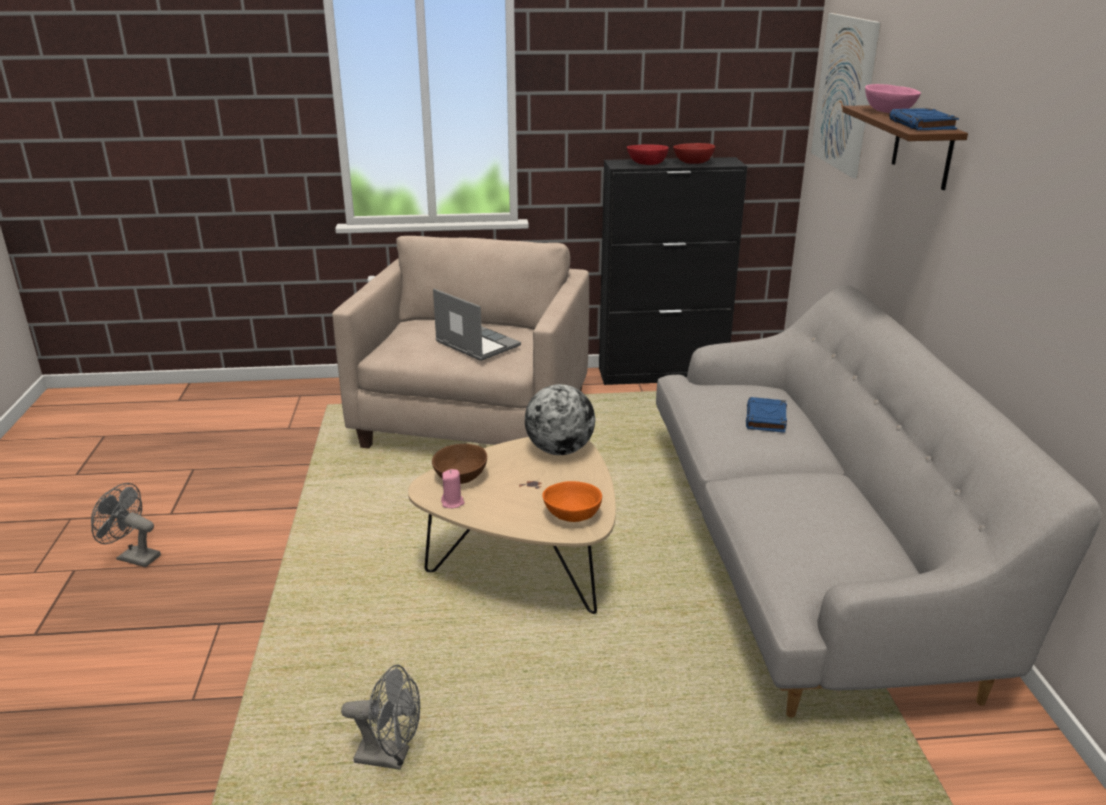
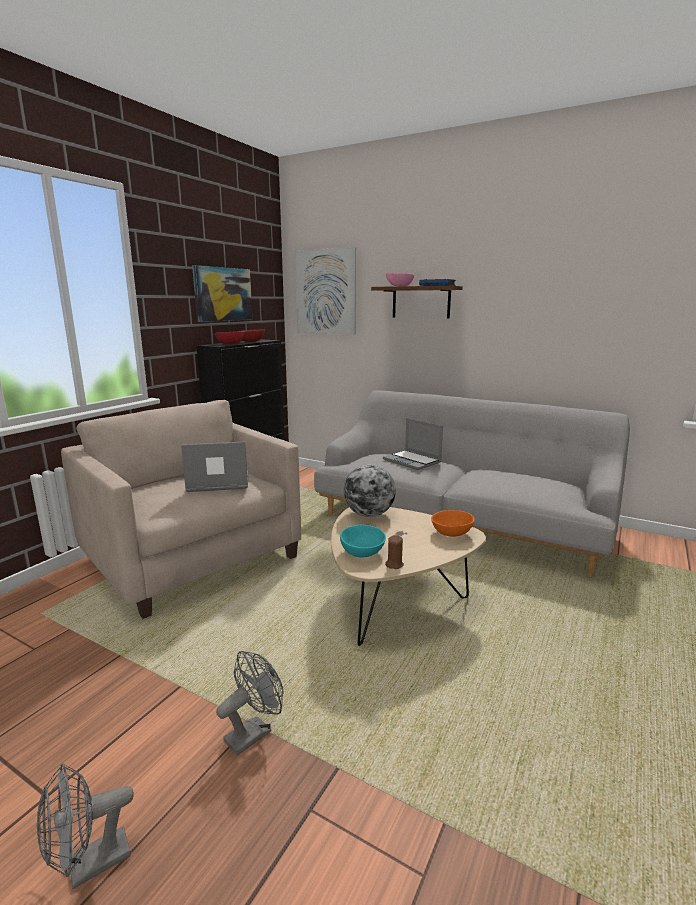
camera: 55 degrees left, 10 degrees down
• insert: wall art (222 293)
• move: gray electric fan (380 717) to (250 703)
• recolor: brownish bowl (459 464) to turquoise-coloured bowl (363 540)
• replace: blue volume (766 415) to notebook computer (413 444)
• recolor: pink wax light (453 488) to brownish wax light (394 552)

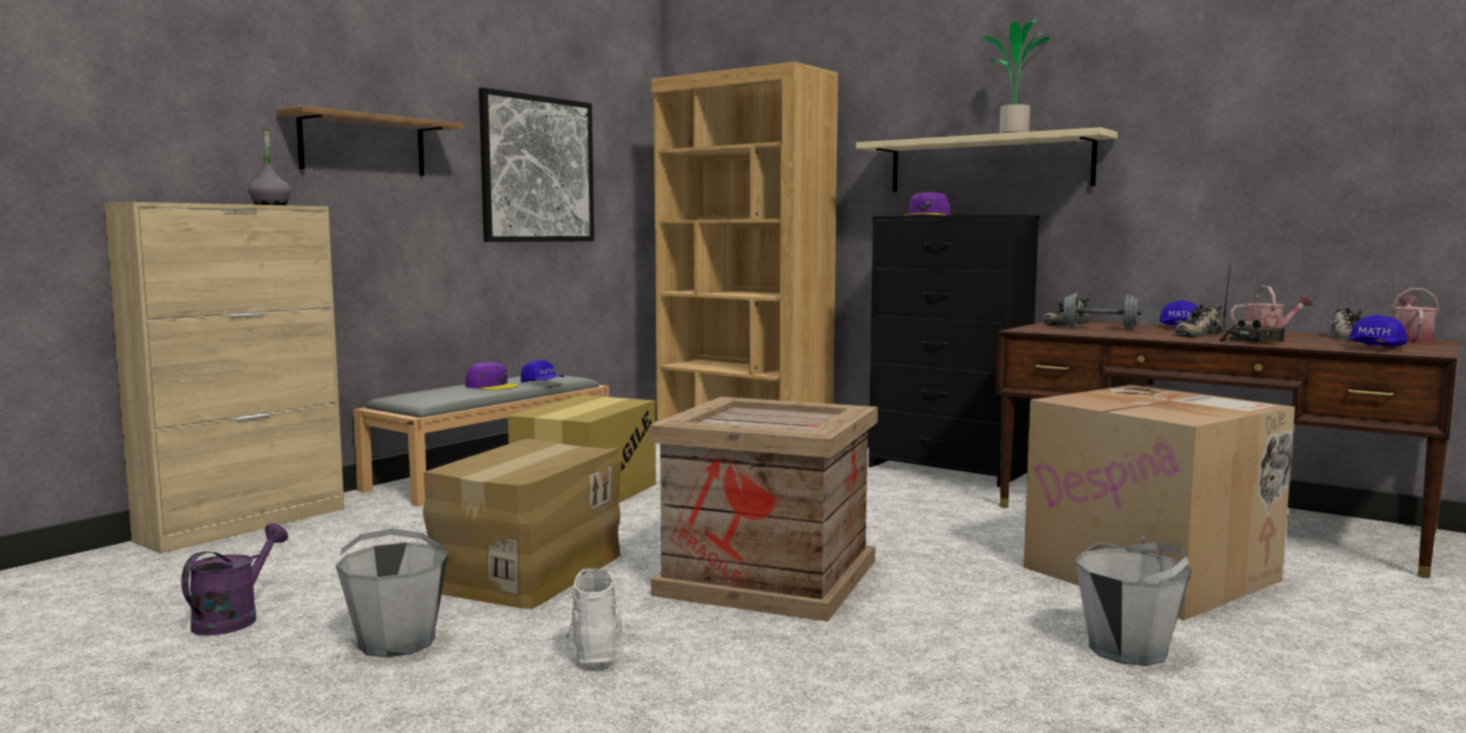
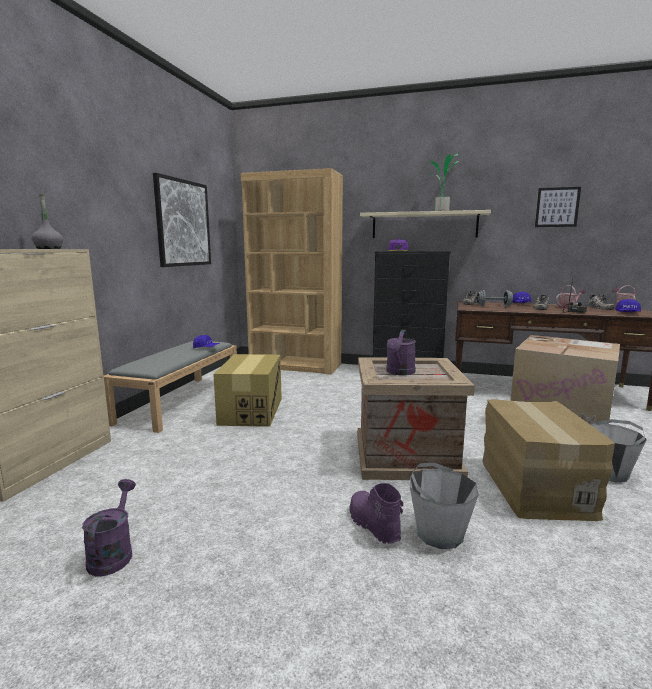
camera: 20 degrees left, 5 degrees up
• recolor: white-coloured high-top boot (594 616) to purple-coloured high-top boot (376 513)
• insert: purple-coloured sprinkling can (401 352)
• move: gray pail (392 593) to (444 506)
• move: packing box (522 524) to (548 460)
• insert: wall art (558 207)
• delete: wall shelf (370 141)
• delete: purple-coloured baseball cap (492 376)

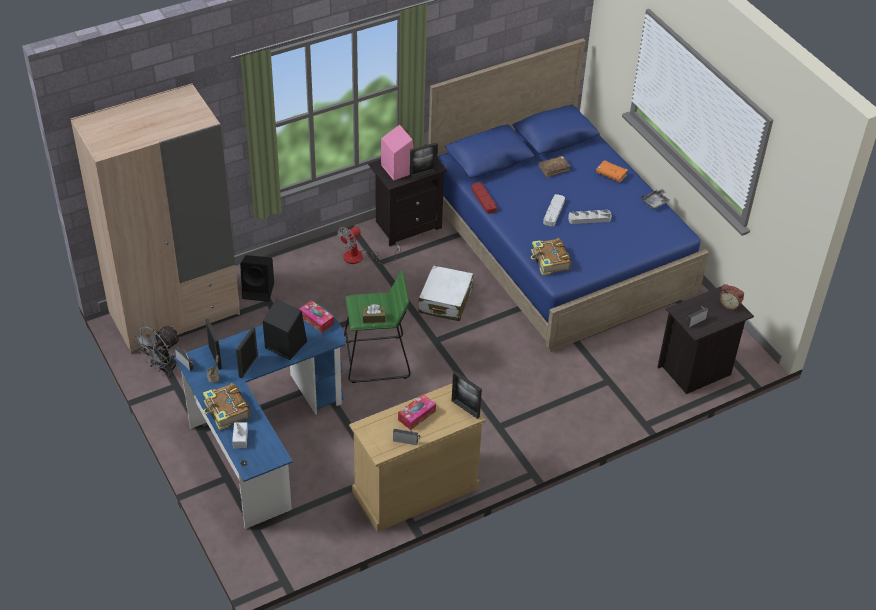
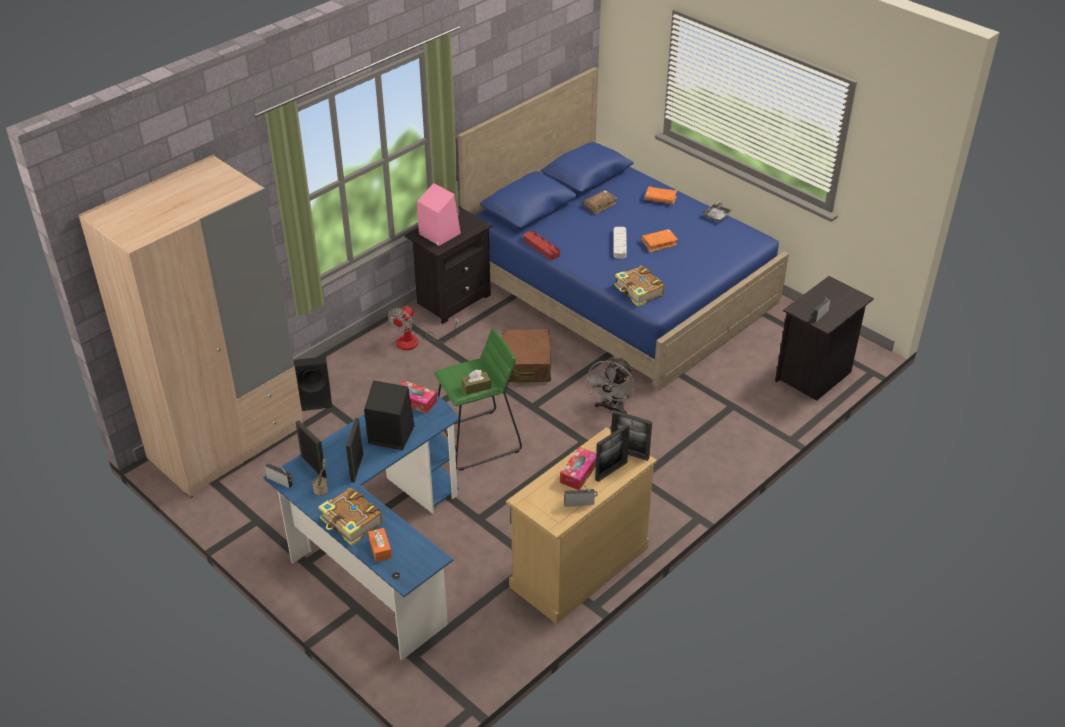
camera: 15 degrees left, 5 degrees down
• recolor: white-coloured box of tissues (240 435) to orangey box of tissues (380 545)
• recolor: white-coloured travel case (445 293) to brownish travel case (526 355)
• move: gray electric fan (156 352) to (610 385)
• move: photo frame (424 160) to (612 453)
• replace: gray carrying tray (590 217) to orangey volume (660 240)
• delete: bedside clock (731 297)

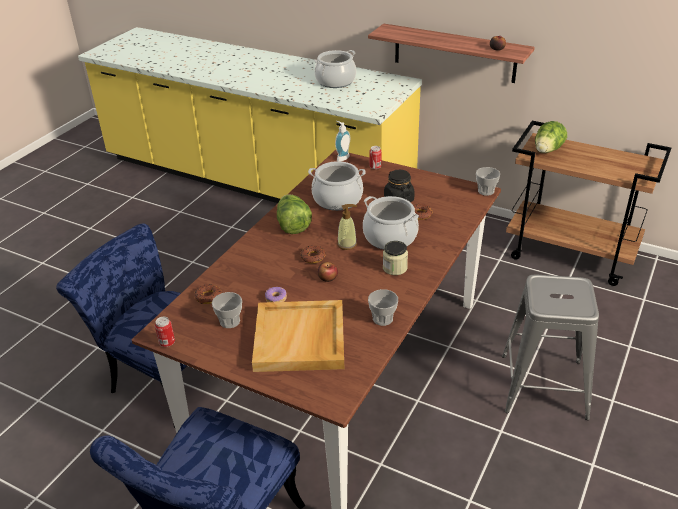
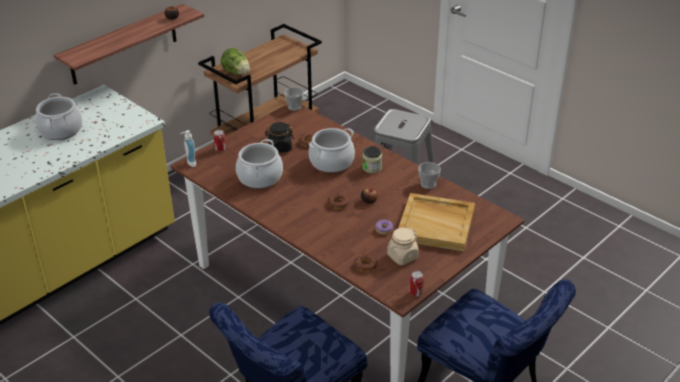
camera: 75 degrees left, 0 degrees up
• replace: small cup (227 310) to beige-coloured jar (403 246)
• delete: lettuce head (294 214)
• delete: soap dispenser (347 227)

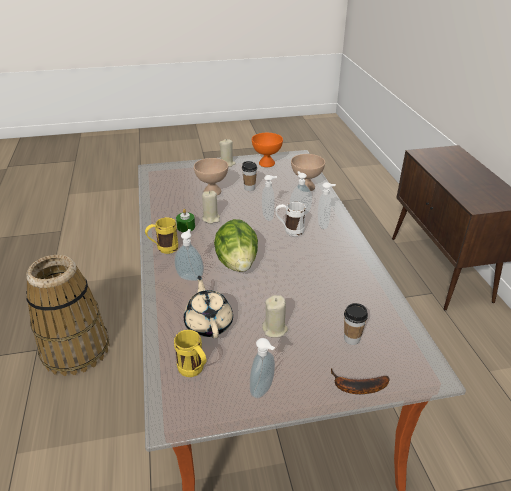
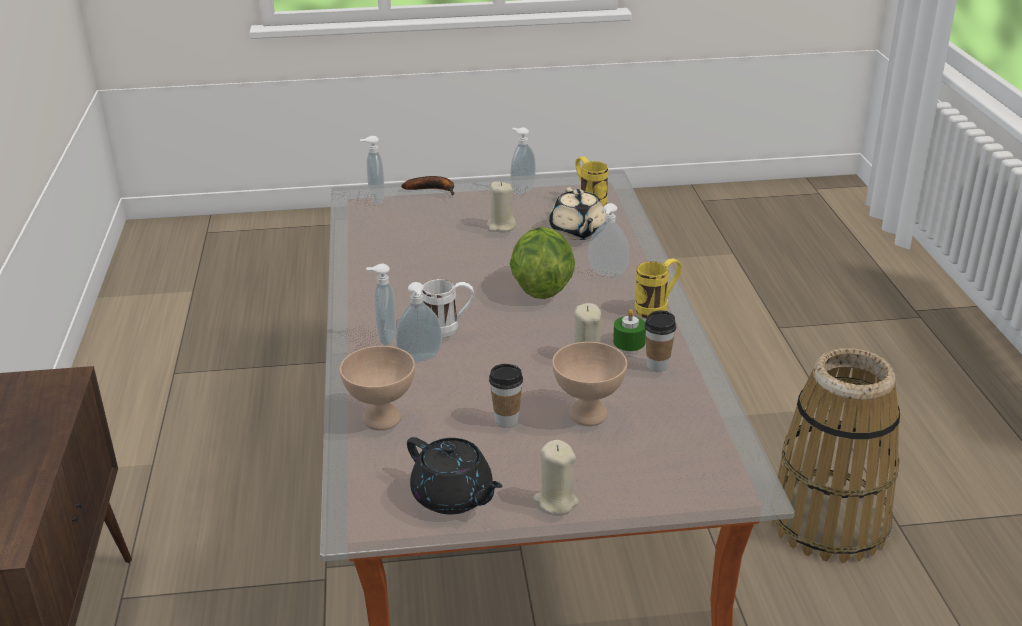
camera: 175 degrees left, 5 degrees down
• move: soap dispenser (269 198) to (372 170)
• replace: orangey bowl (267 150) to black teapot (455 475)
• move: small cup (356 324) to (660 341)

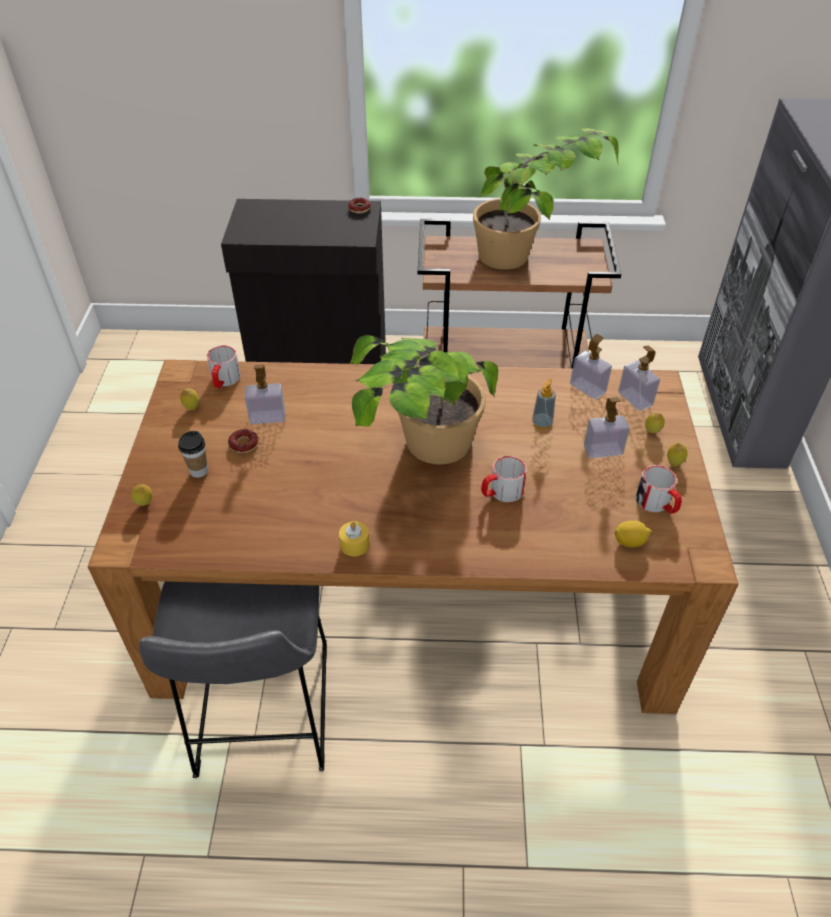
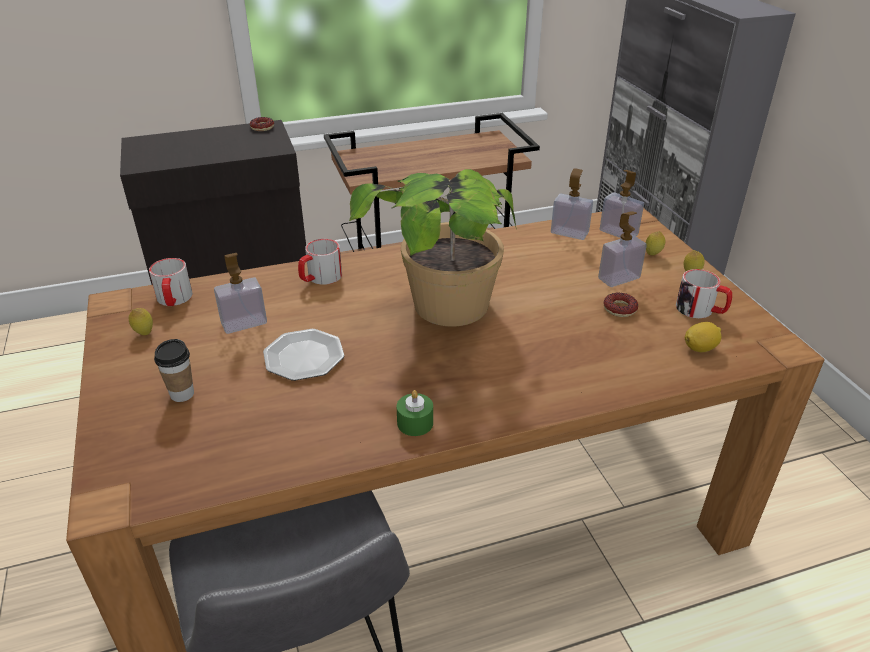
camera: 20 degrees left, 10 degrees down
• insert: plate (303 355)
• move: mug (504 479) to (320 262)
• recolor: yellow-coloured wax light (354 538) to green-coloured wax light (414 413)
• move: ring doughnut (243 441) to (620 305)
• delete: citrus fruit (141 495)
• delete: houseplant (546 199)
• delete: soap dispenser (544 404)

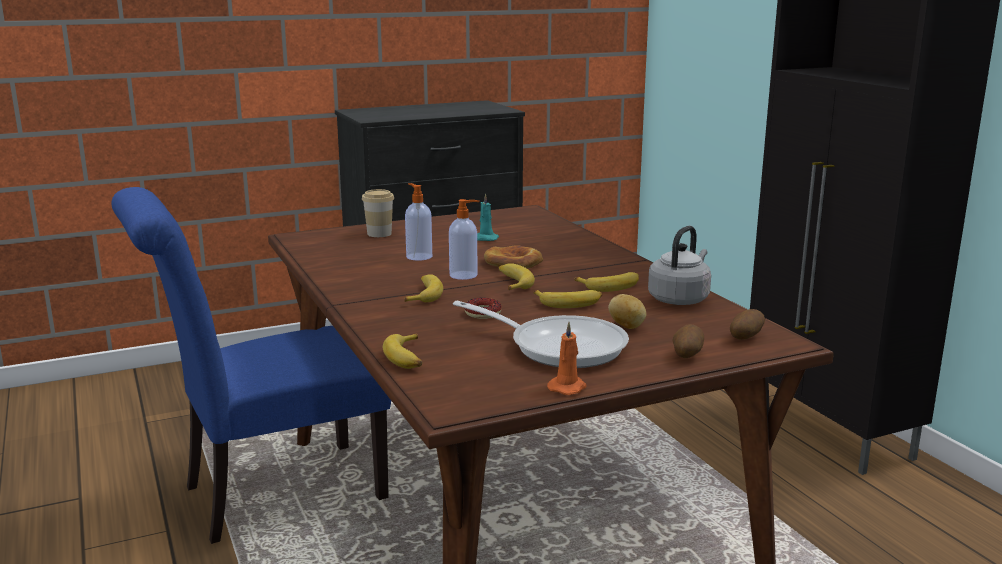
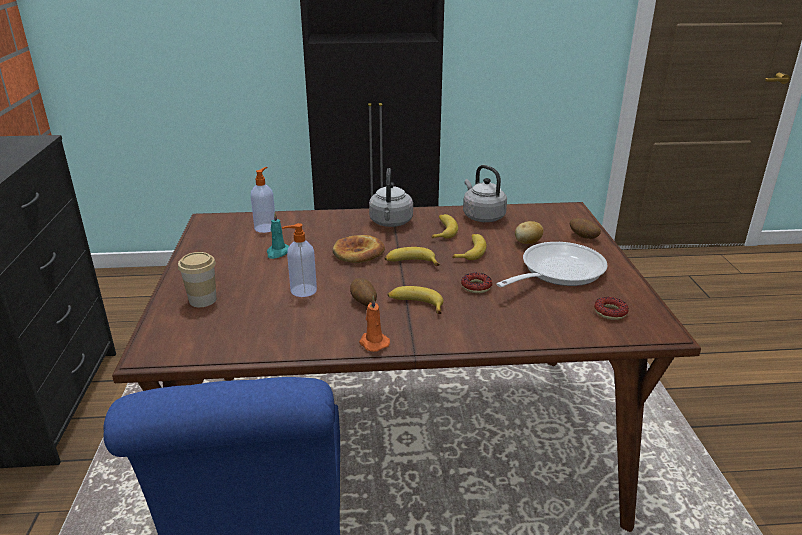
camera: 70 degrees left, 10 degrees up
• move: soap dispenser (464 239) to (263 200)
• move: whole potato (747 324) to (363 292)
• move: orangey wax light (567 358) to (374 324)
• insert: gray kettle (391 197)
• insert: ring doughnut (611 308)
• delete: whole banana (402 351)

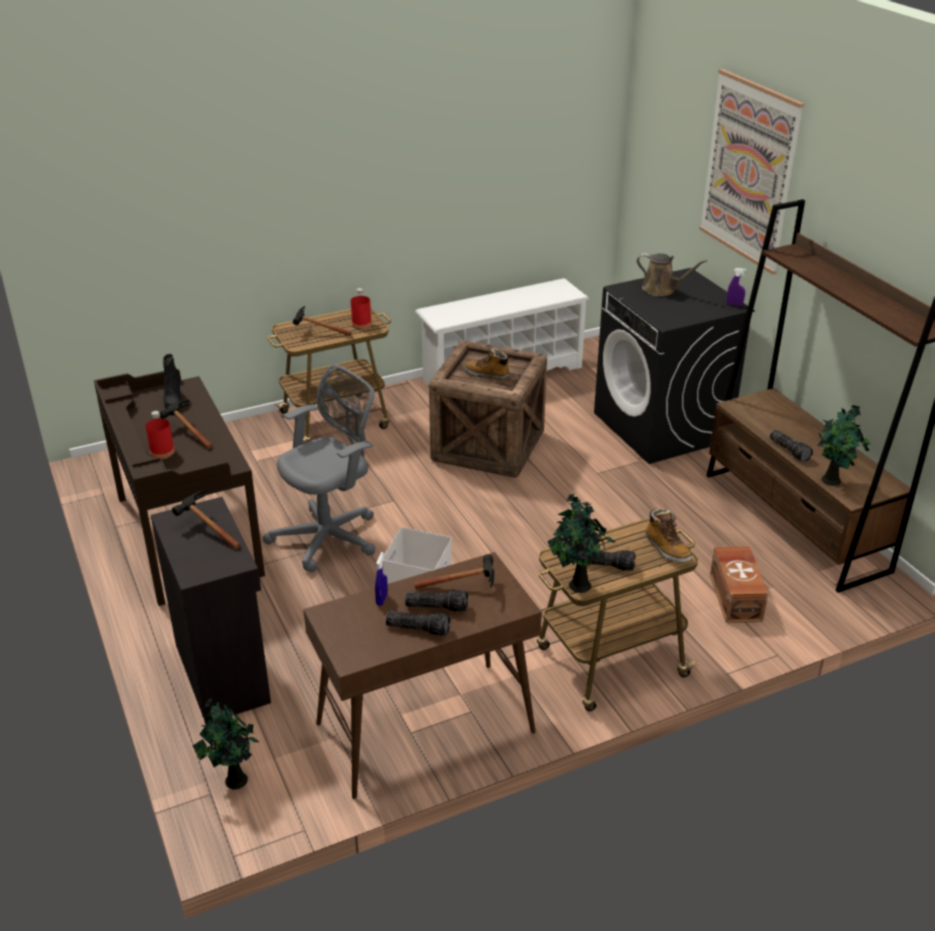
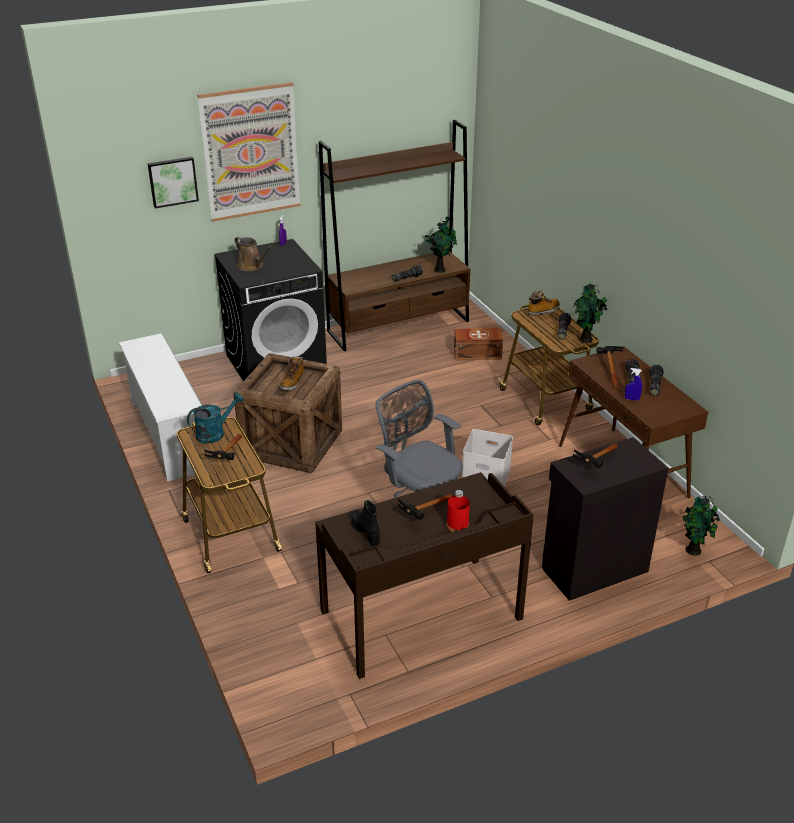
camera: 90 degrees left, 0 degrees up
• insert: wall art (173 183)
• replace: red bottle (361 308) to turquoise-coloured sprinkling can (215 418)
• rotate: brownish sprinkling can (672 274) = (253 253) 105 degrees clockwise
• rotate: black high-top boot (172 381) = (365 523) 105 degrees counterclockwise

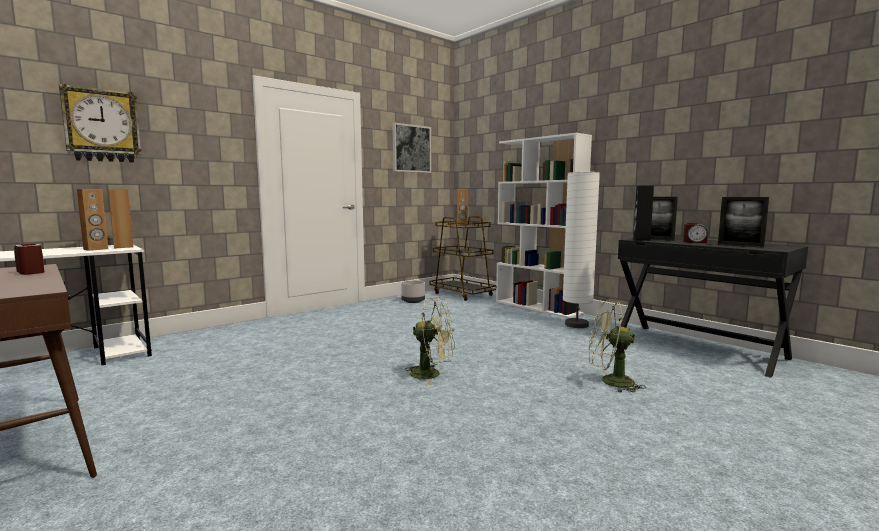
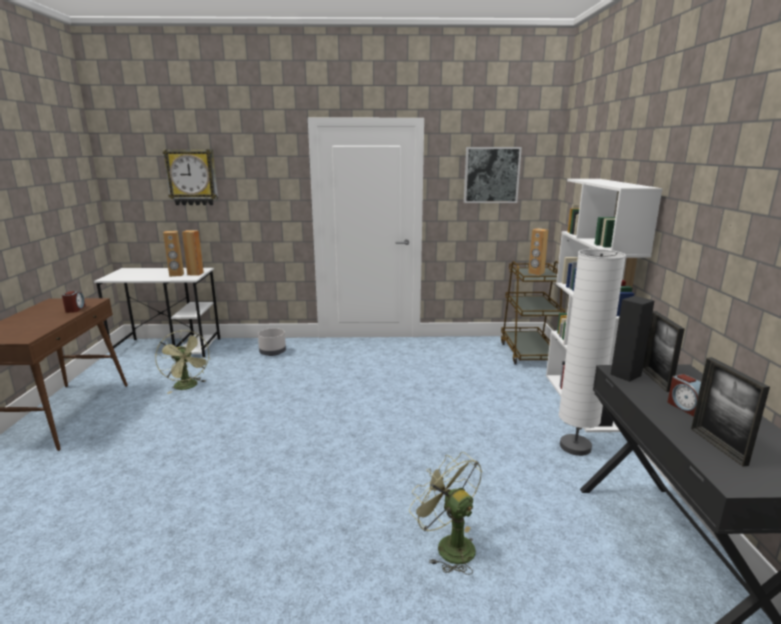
camera: 40 degrees right, 10 degrees up
• move: green-coloured electric fan (430 341) to (183 362)
• move: gray flower pot (413 291) to (272 342)

